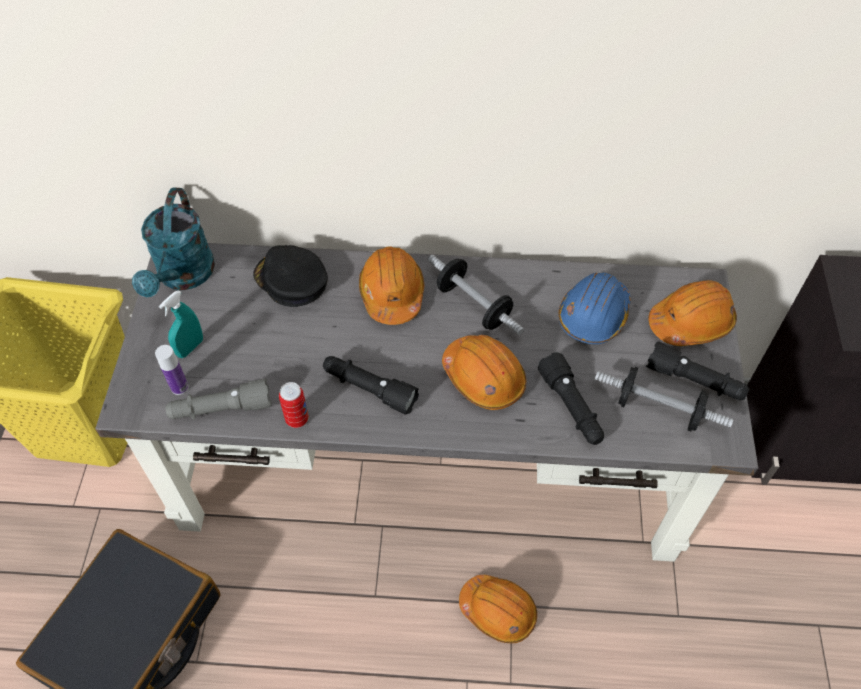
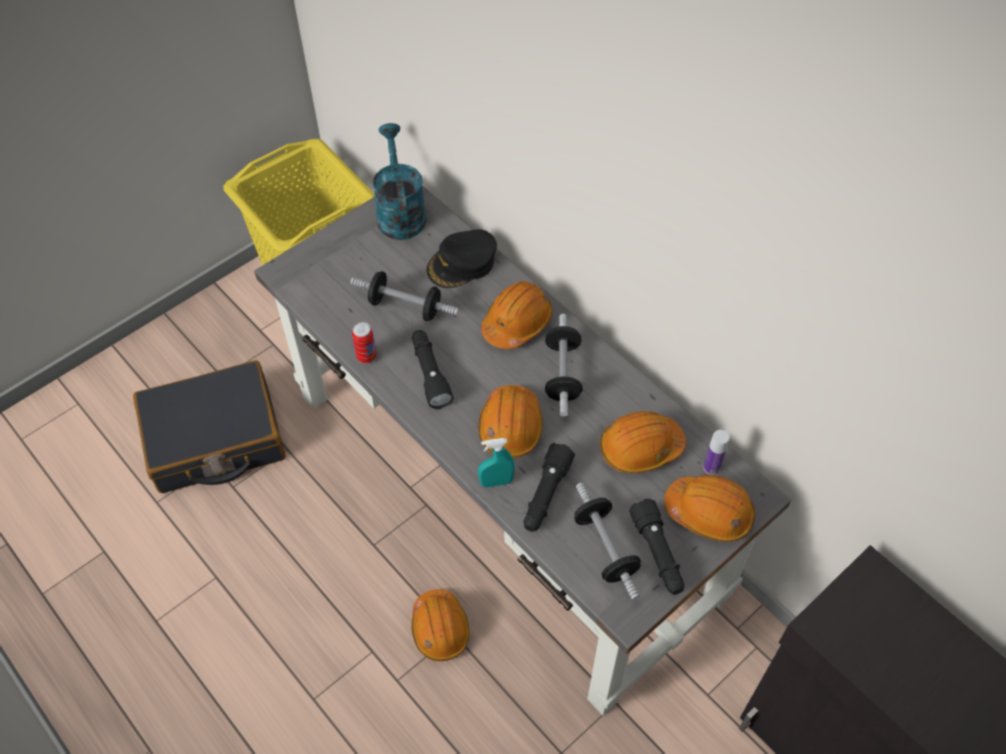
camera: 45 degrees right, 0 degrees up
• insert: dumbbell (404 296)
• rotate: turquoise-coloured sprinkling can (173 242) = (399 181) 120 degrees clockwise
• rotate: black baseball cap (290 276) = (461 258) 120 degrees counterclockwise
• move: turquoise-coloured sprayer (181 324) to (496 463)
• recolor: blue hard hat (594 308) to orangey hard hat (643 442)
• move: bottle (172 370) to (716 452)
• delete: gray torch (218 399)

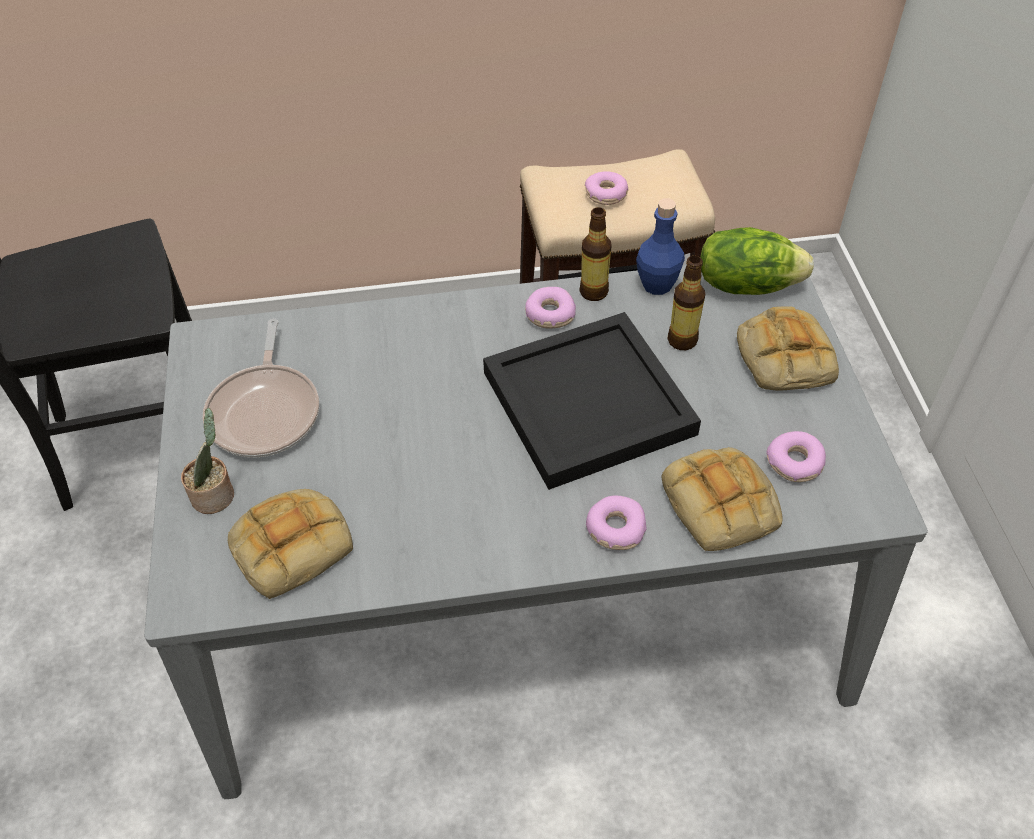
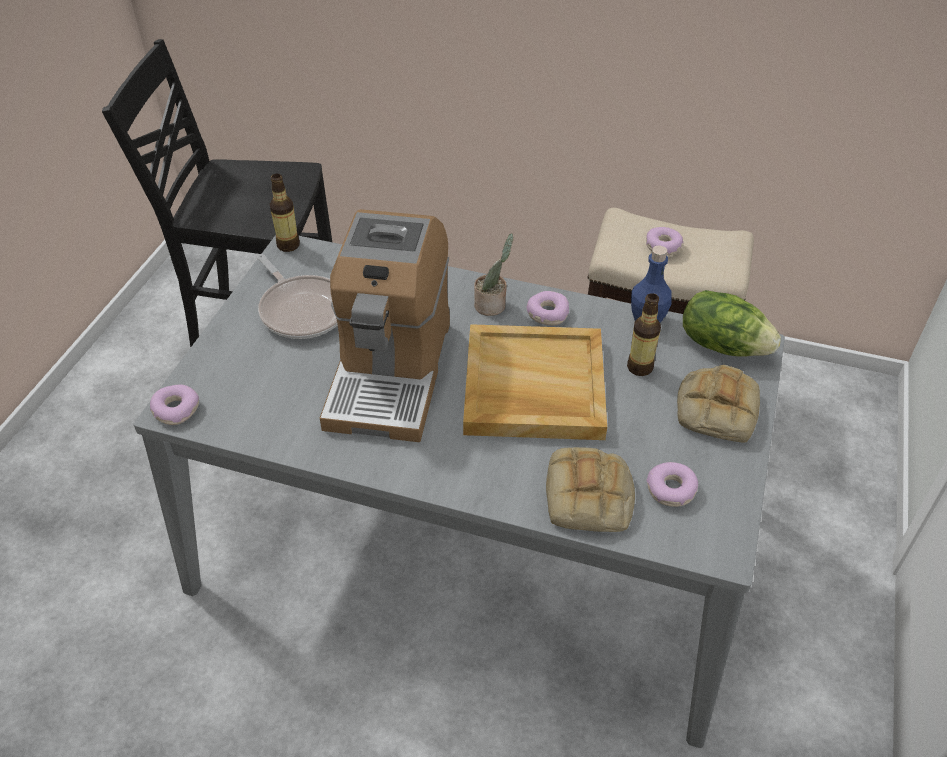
camera: 25 degrees right, 5 degrees down
• move: ring doughnut (616 522) to (174 405)
• rotate: skillet (260 388) = (297 296) 60 degrees counterclockwise
• move: bottle (596 254) to (285 213)
• insert: coffee machine (385 325)
• recolor: black carrying tray (592 401) to beige-coloured carrying tray (535 382)
• move: houseplant (207 461) to (493 275)
• delete: bread (290 544)

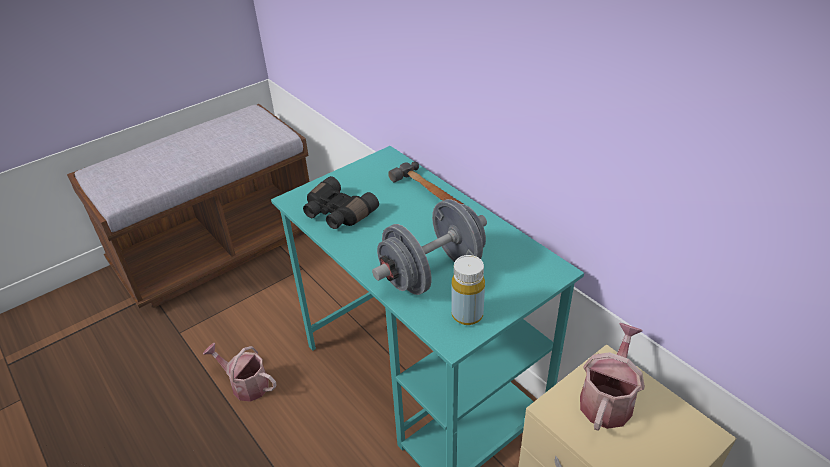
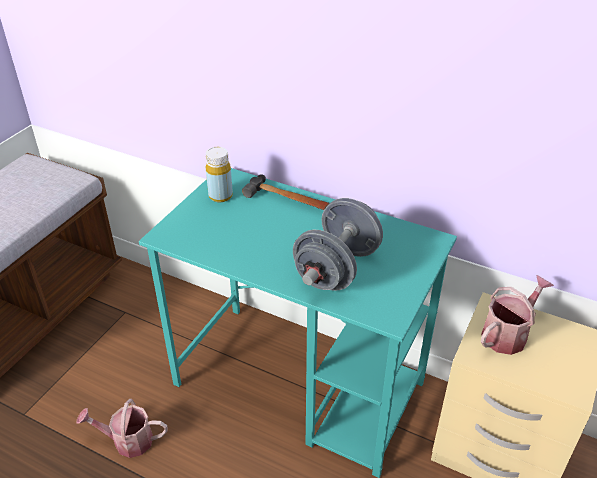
camera: 25 degrees left, 0 degrees up
• move: yellow-coloured bottle (468 290) to (219 174)
• rotate: sprinkling can (612 377) = (517 315) 45 degrees clockwise
• delete: black pair of binoculars (341 202)

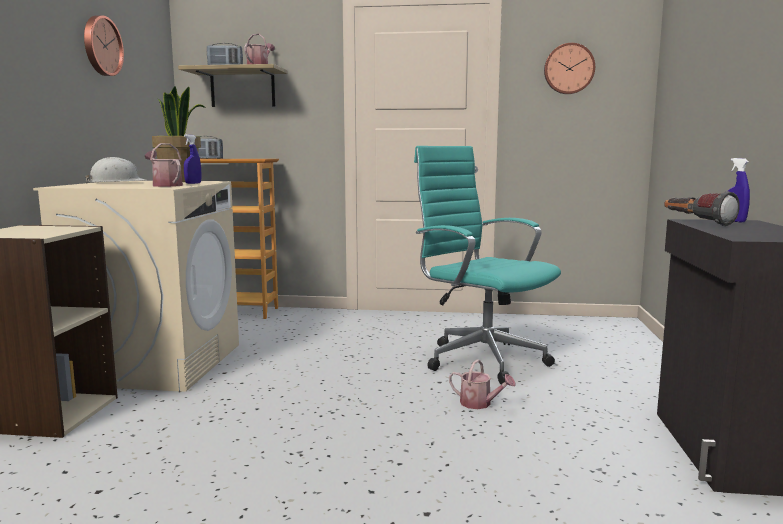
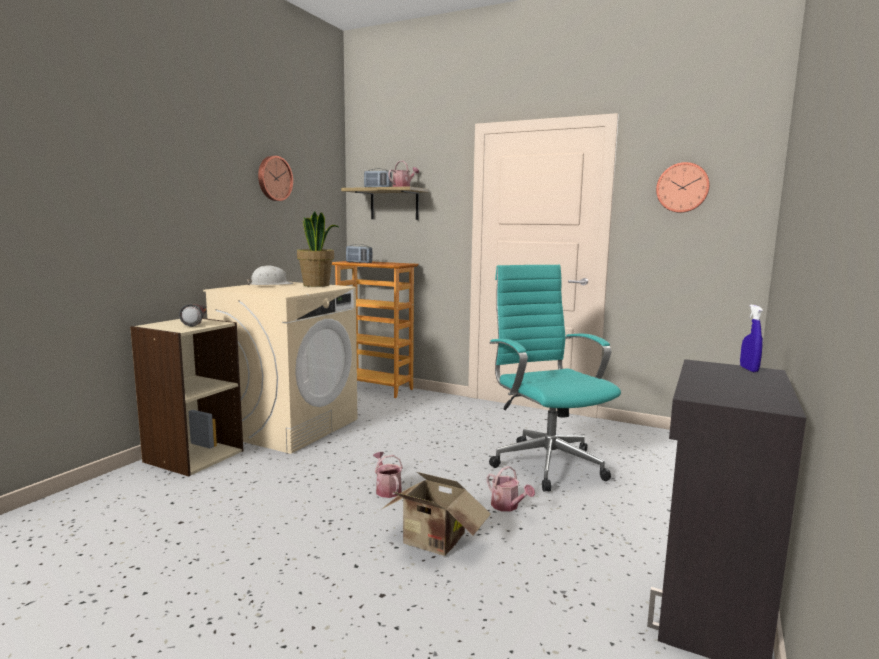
camera: 20 degrees right, 0 degrees up
• move: torch (702 208) to (193 315)
• move: sprinkling can (164 165) to (388 475)
• insert: packing box (436 514)
• delete: blue sprayer (192 159)

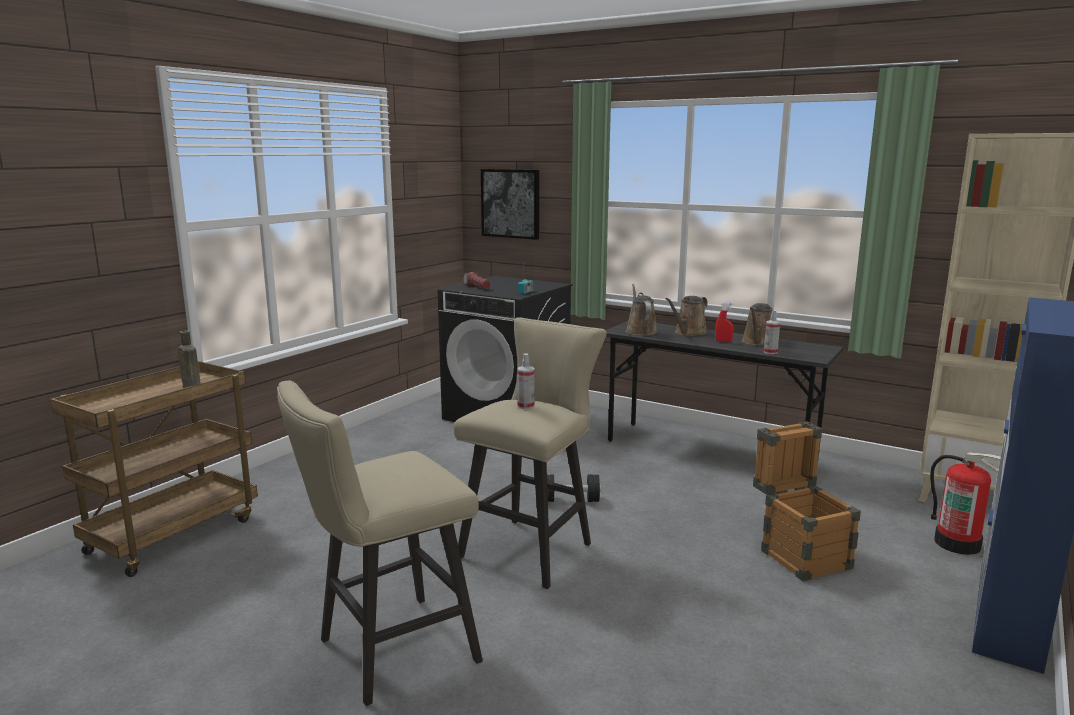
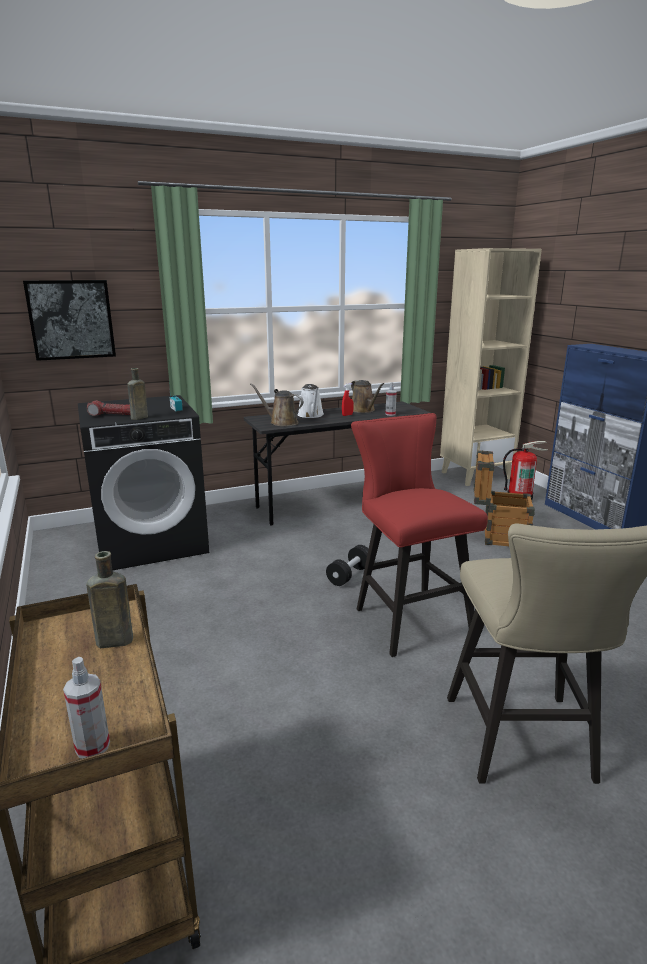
camera: 55 degrees left, 5 degrees up
• move: sprayer (526 381) to (86 708)
• insert: brownish bottle (137 394)
• recolor: brownish sprinkling can (686 316) to white-coloured sprinkling can (311 401)
• recolor: beige-coloured stool (530 453) to red stool (419 535)

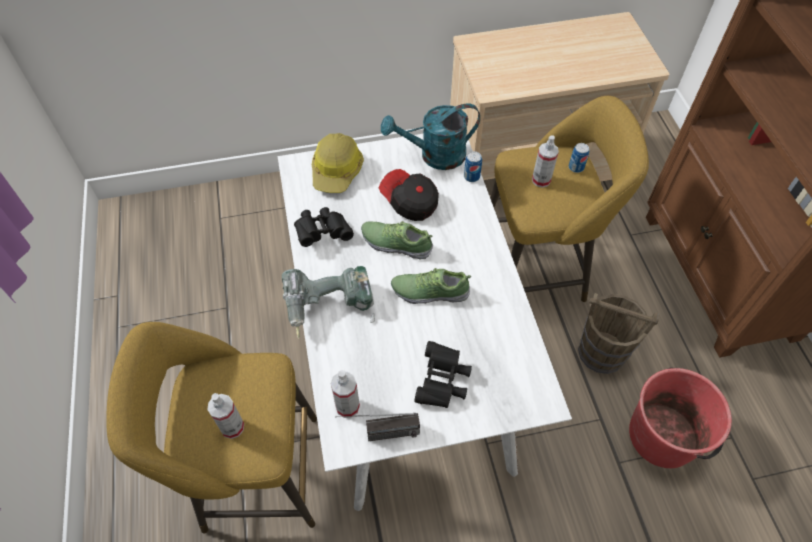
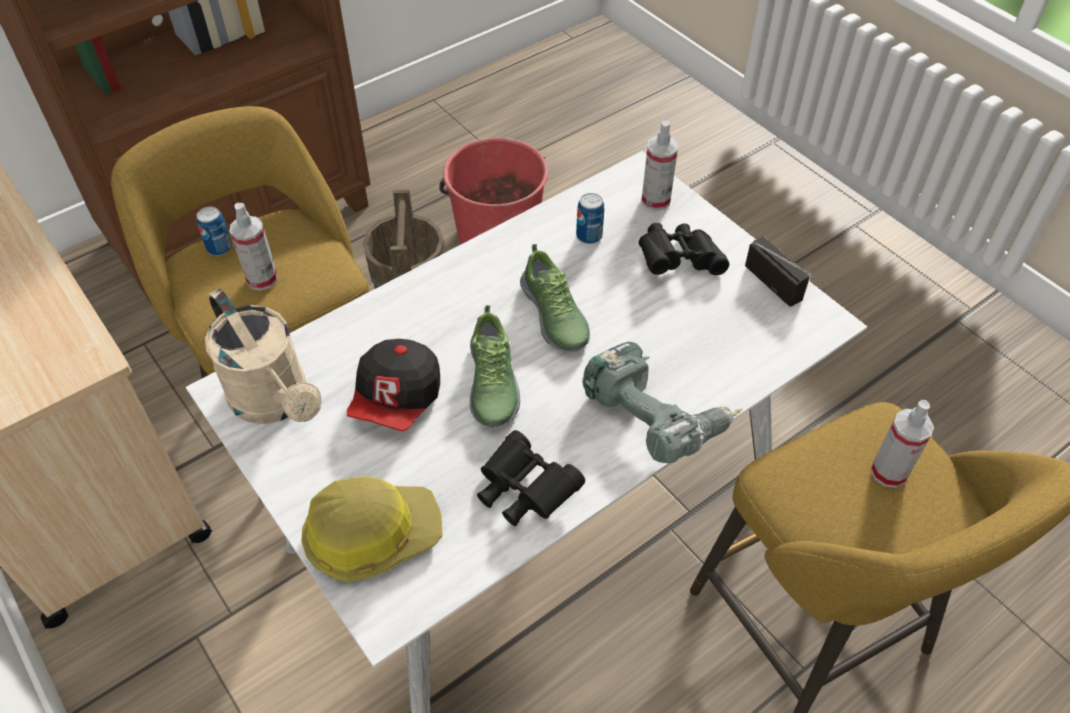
camera: 115 degrees left, 5 degrees down
• recolor: turquoise-coloured sprinkling can (430 136) to beige-coloured sprinkling can (263 356)
• move: metal can (473 166) to (590 218)
• move: sprayer (345 394) to (659 165)

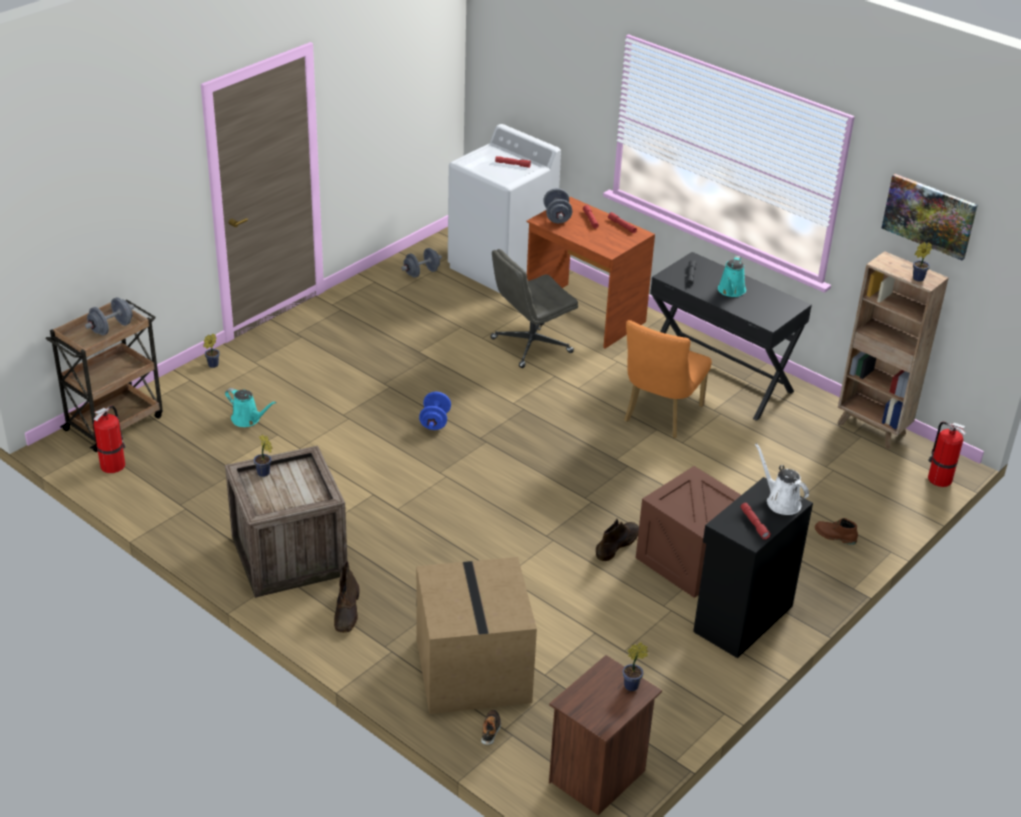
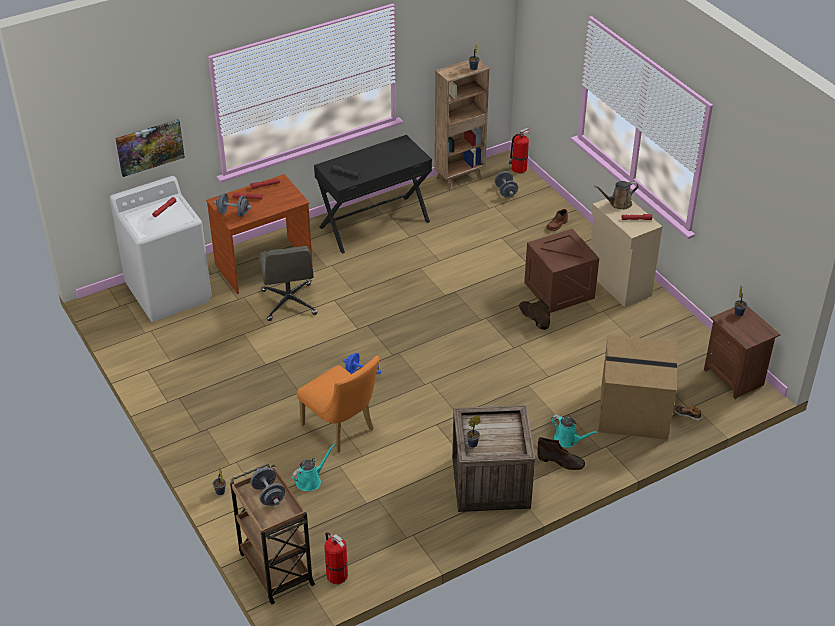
camera: 70 degrees left, 5 degrees up
• move: wall art (930 217) to (150 148)
• move: orangey plain chair (668 379) to (338 404)
• move: gray dumbbell (421 263) to (506 184)
• move: turquoise-coloured sprinkling can (732 276) to (574 431)
• recolor: black cupboard (753 567) to beige-coloured cupboard (626 253)
• recolor: white-coloured sprinkling can (782 479) to brownish sprinkling can (616 195)

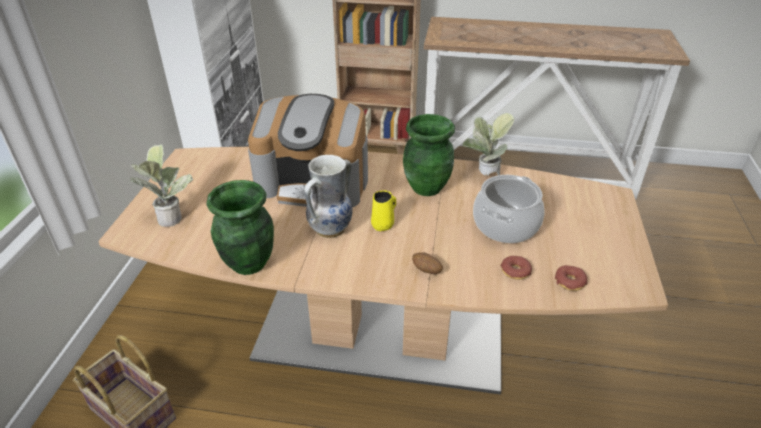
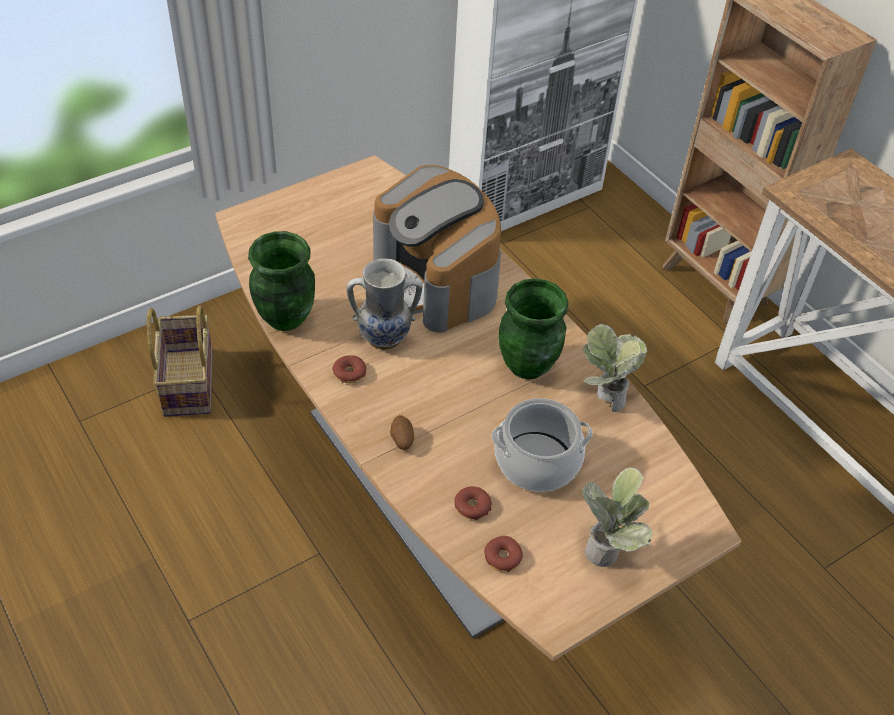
camera: 45 degrees right, 10 degrees up
• insert: ring doughnut (349 369)
• move: houseplant (161 185) to (617 517)
• delete: yellow-coloured mug (383 210)

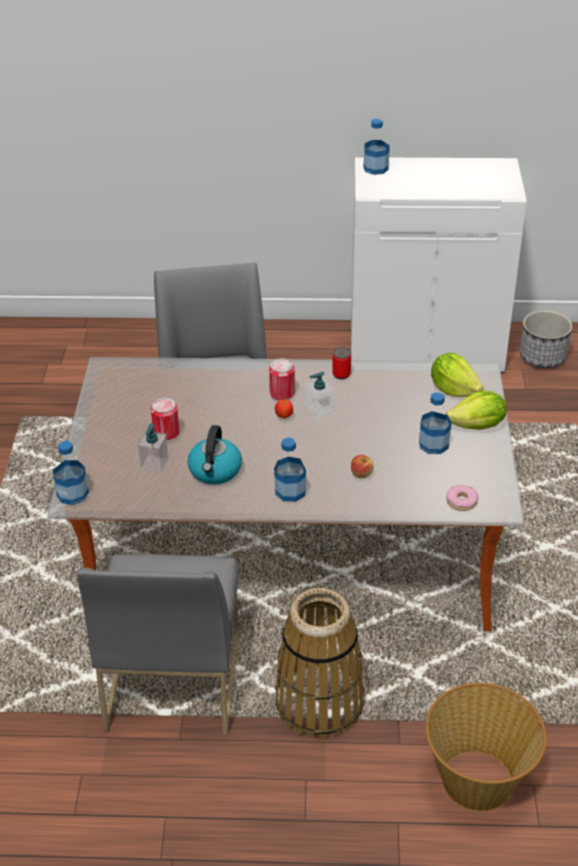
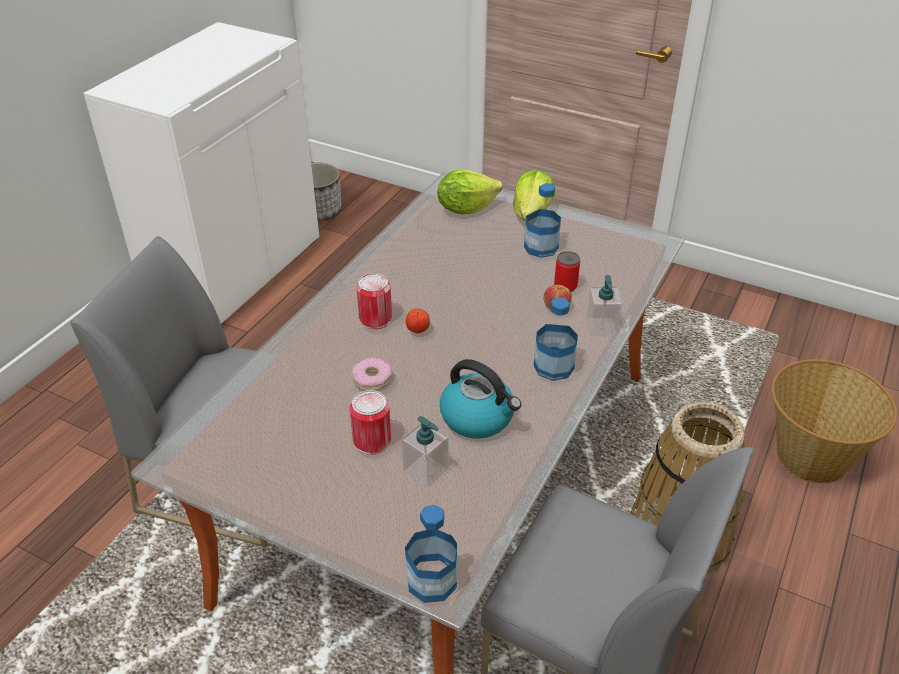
camera: 65 degrees left, 0 degrees up
• move: ring doughnut (462 498) to (372 374)
• move: metal can (341 363) to (567 271)
• move: soap dispenser (320 395) to (604 305)
• delete: bottle (376 147)

